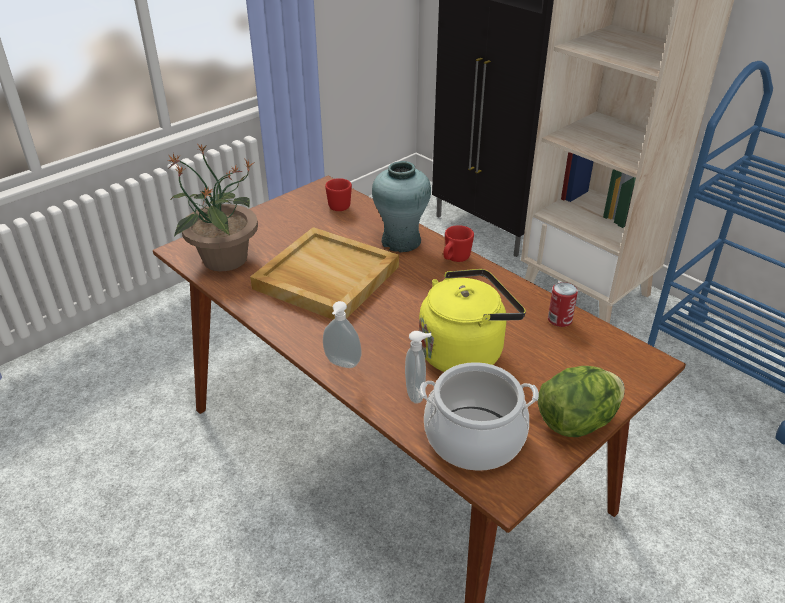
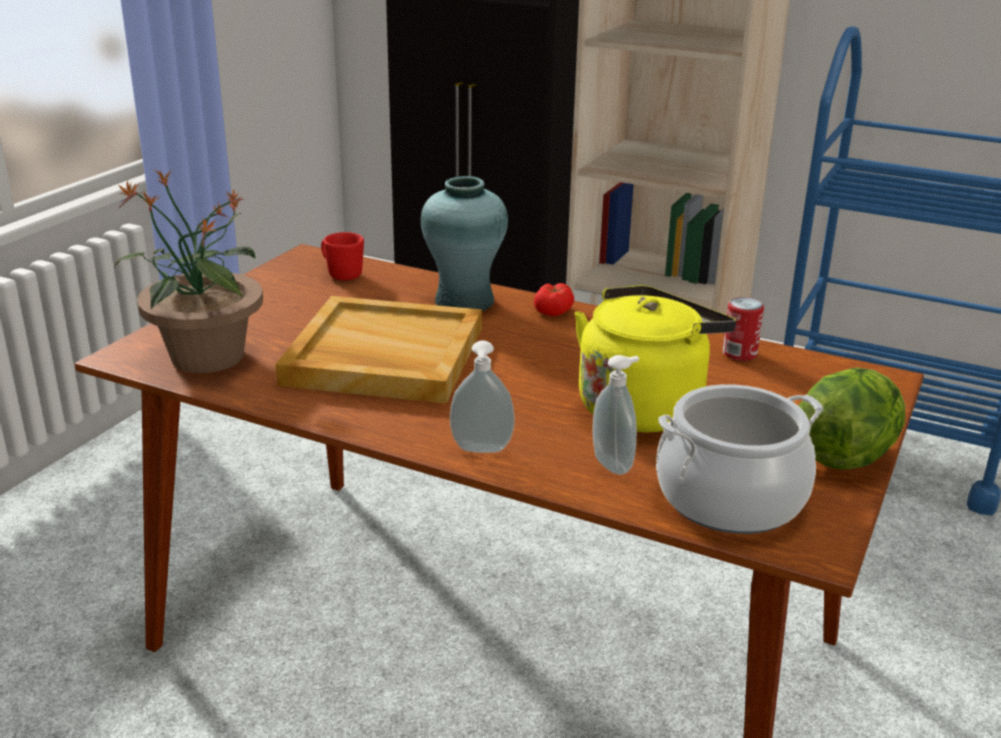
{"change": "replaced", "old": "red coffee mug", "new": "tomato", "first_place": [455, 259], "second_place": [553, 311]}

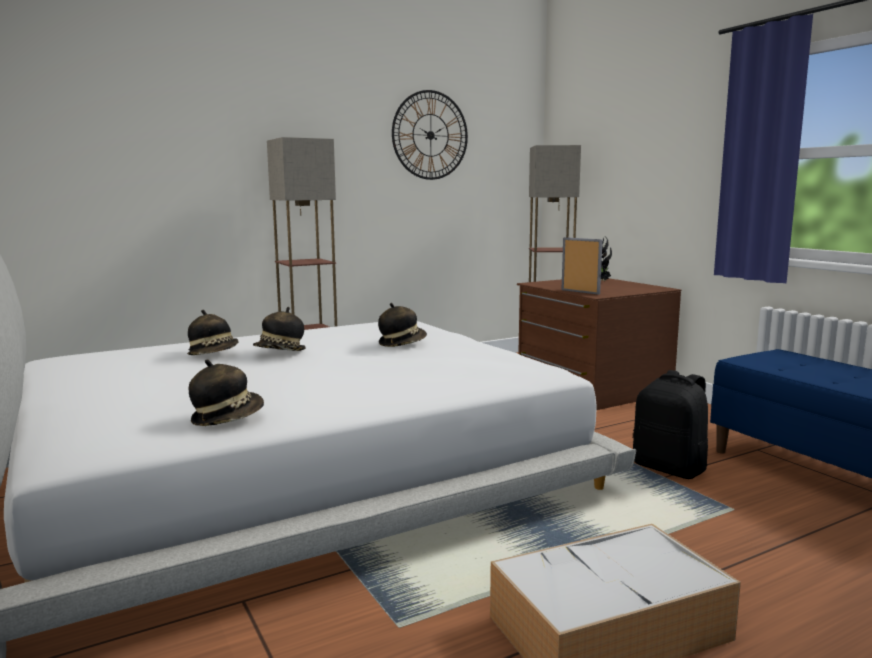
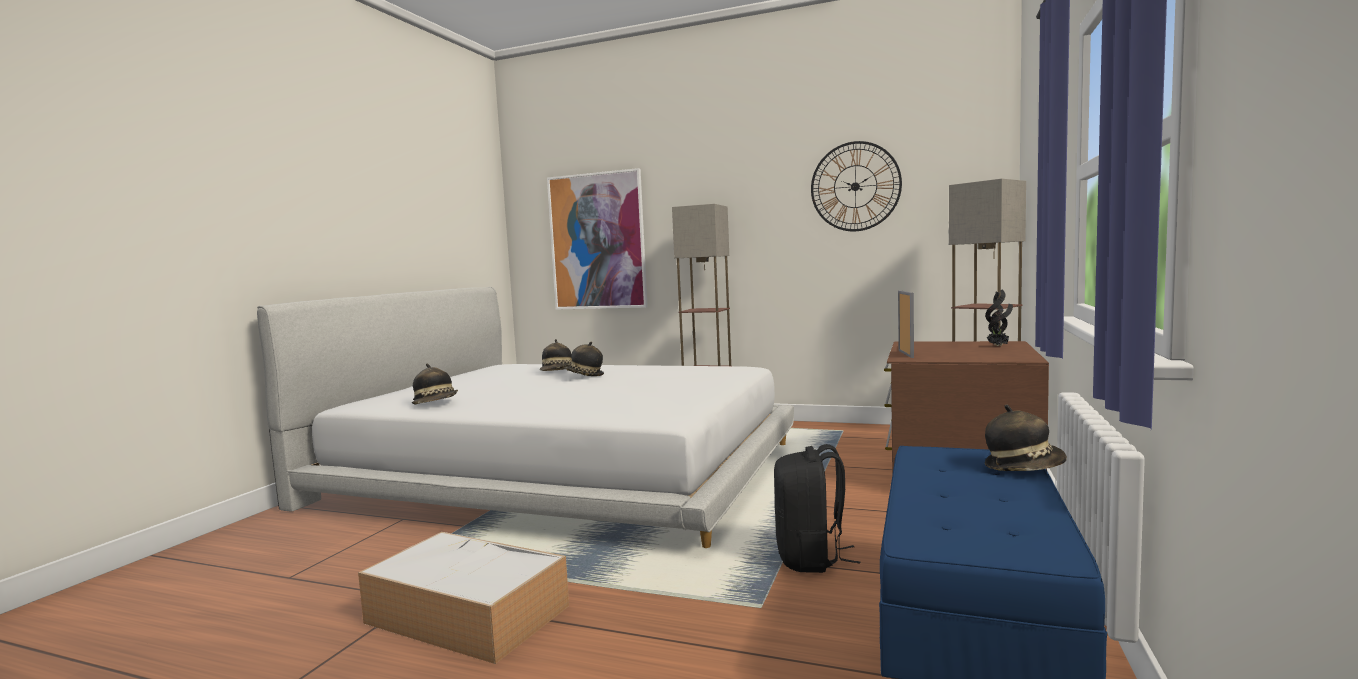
{"change": "added", "new": "wall picture", "second_place": [597, 241]}
{"change": "moved", "old": "wearable hat", "first_place": [402, 343], "second_place": [1023, 468]}

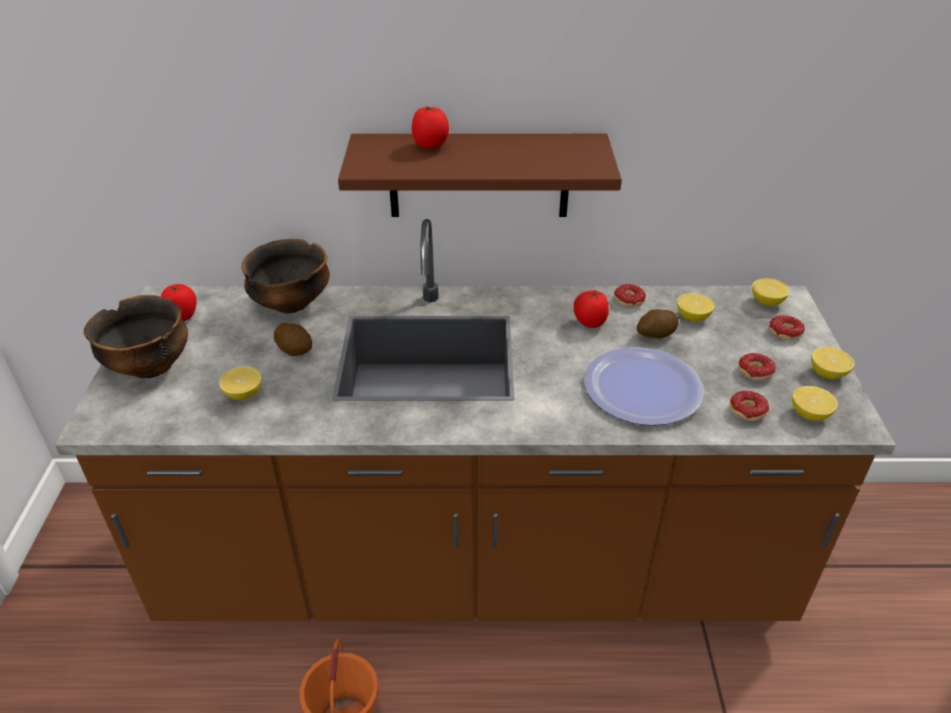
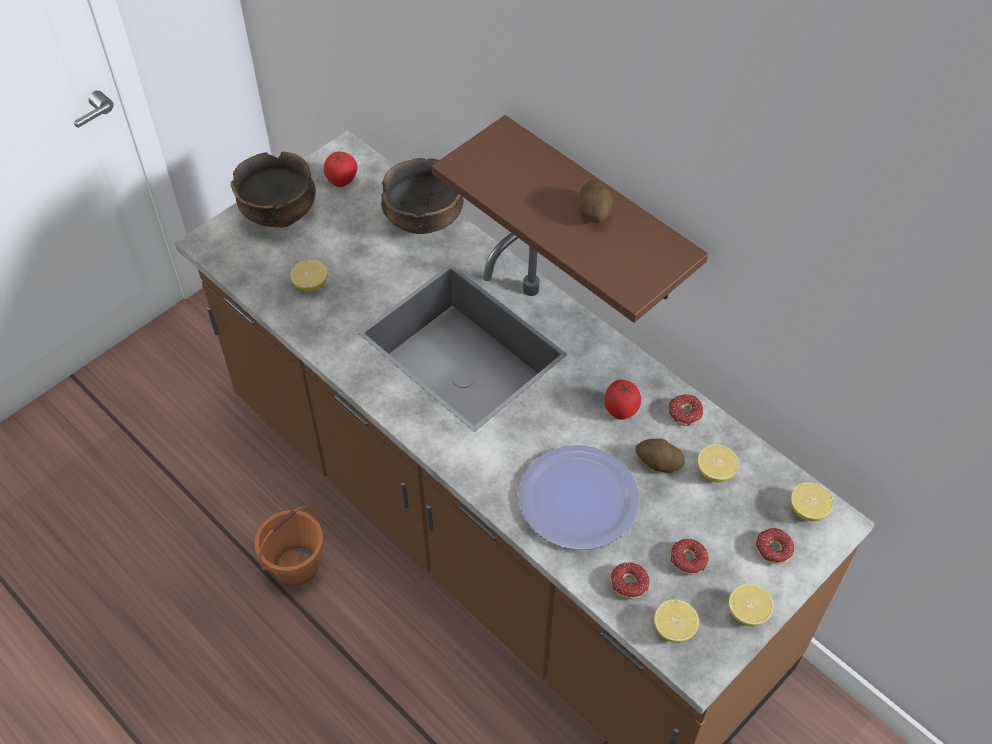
{"change": "moved", "old": "whole potato", "first_place": [295, 350], "second_place": [595, 212]}
{"change": "removed", "old": "tomato", "first_place": [431, 146]}

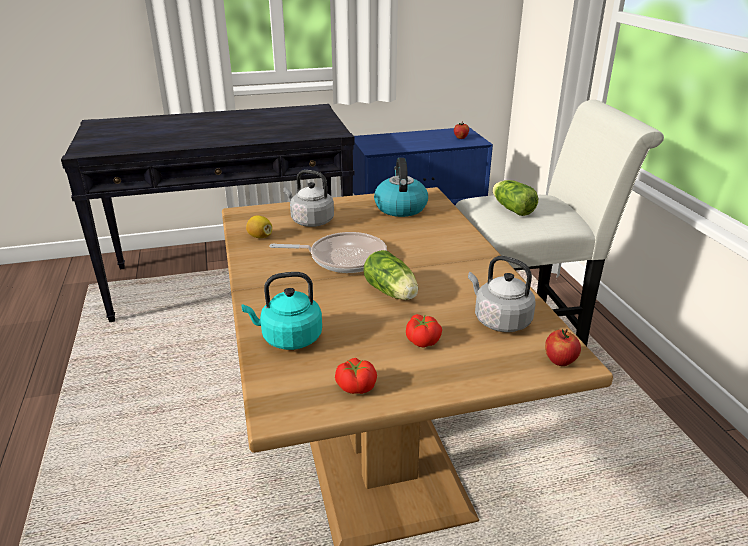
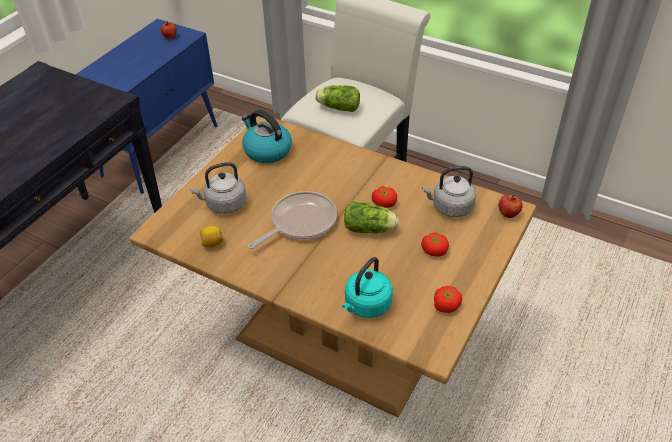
{"change": "added", "new": "tomato", "second_place": [384, 203]}

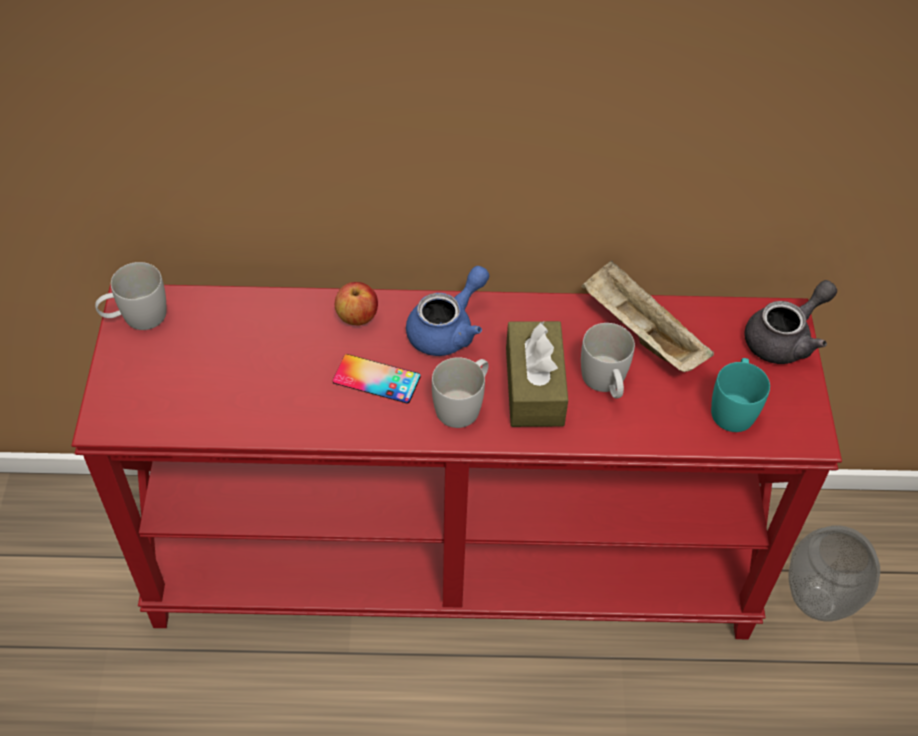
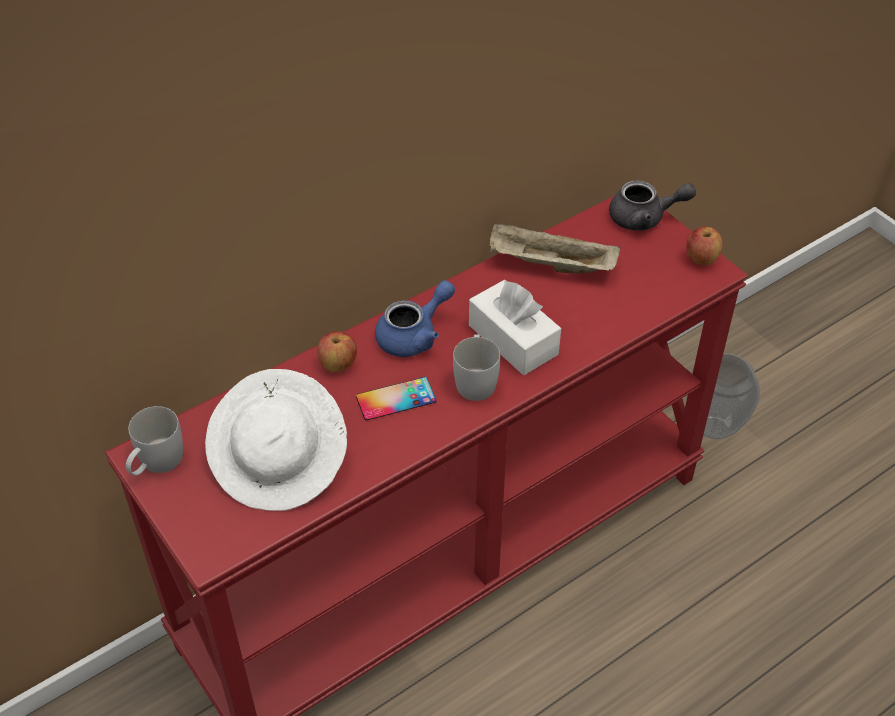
{"change": "added", "new": "whitish wearable hat", "second_place": [280, 461]}
{"change": "turned", "old": "blue-coloured teapot", "first_place": [448, 329], "second_place": [414, 335], "degrees": 45}
{"change": "recoloured", "old": "brownish tissue box", "new": "whitish tissue box", "first_place": [534, 386], "second_place": [513, 340]}
{"change": "turned", "old": "gray teapot", "first_place": [785, 338], "second_place": [644, 218], "degrees": 75}
{"change": "added", "new": "whole apple", "second_place": [701, 259]}
{"change": "removed", "old": "whitish coffee mug", "first_place": [605, 383]}
{"change": "removed", "old": "blue-green coffee mug", "first_place": [733, 407]}

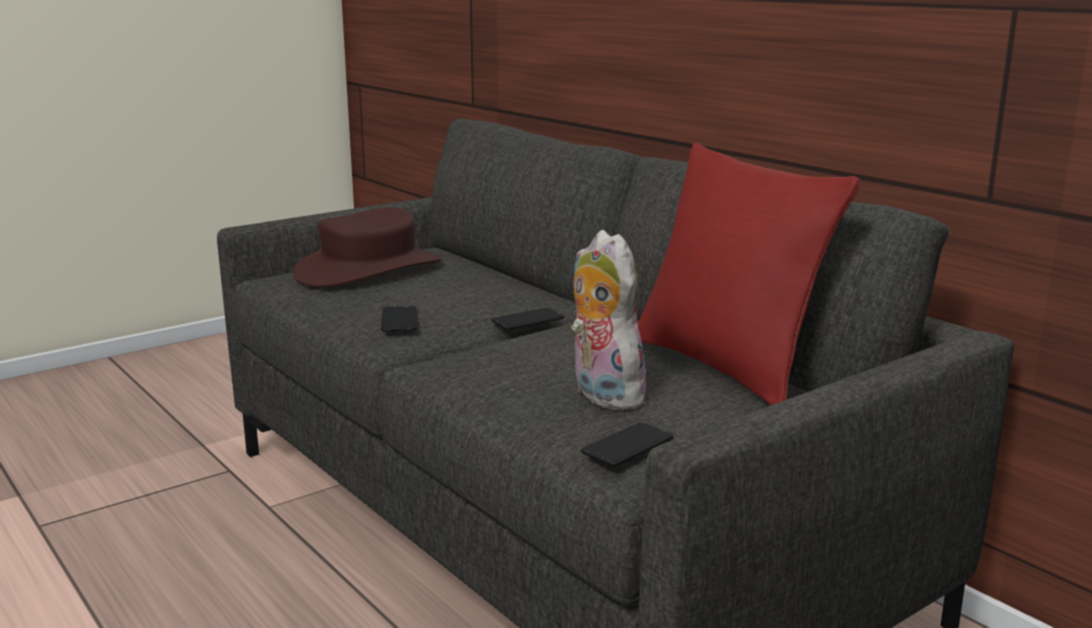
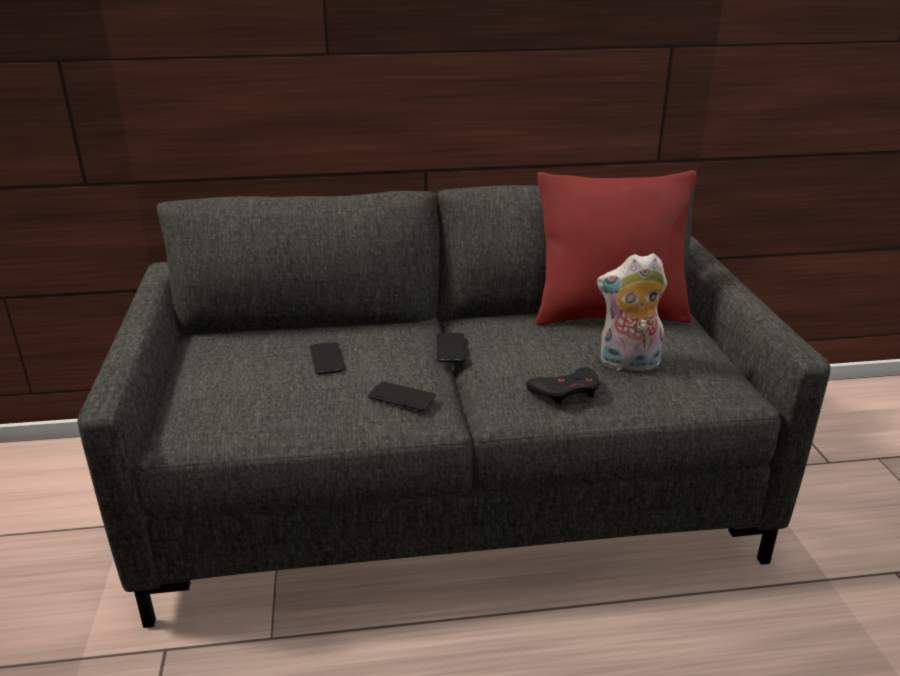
{"change": "moved", "old": "handset", "first_place": [627, 446], "second_place": [327, 359]}
{"change": "added", "new": "black-coloured game controller", "second_place": [566, 391]}
{"change": "removed", "old": "brownish wearable hat", "first_place": [369, 269]}

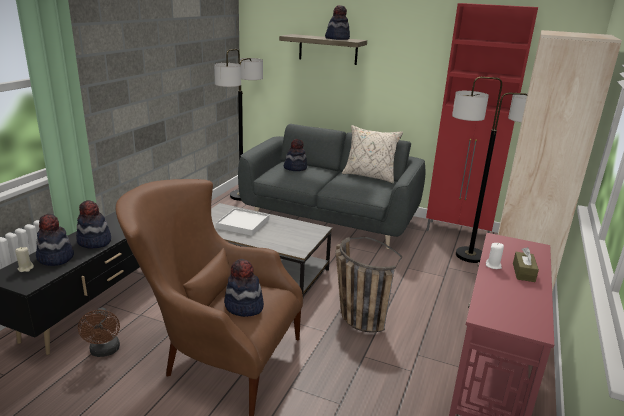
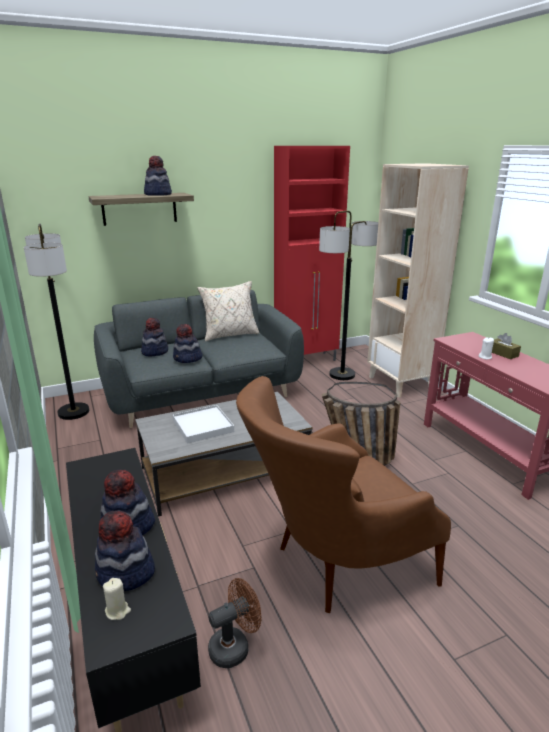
{"change": "moved", "old": "wearable hat", "first_place": [243, 306], "second_place": [187, 358]}
{"change": "turned", "old": "brownish cooling fan", "first_place": [104, 351], "second_place": [234, 646], "degrees": -60}

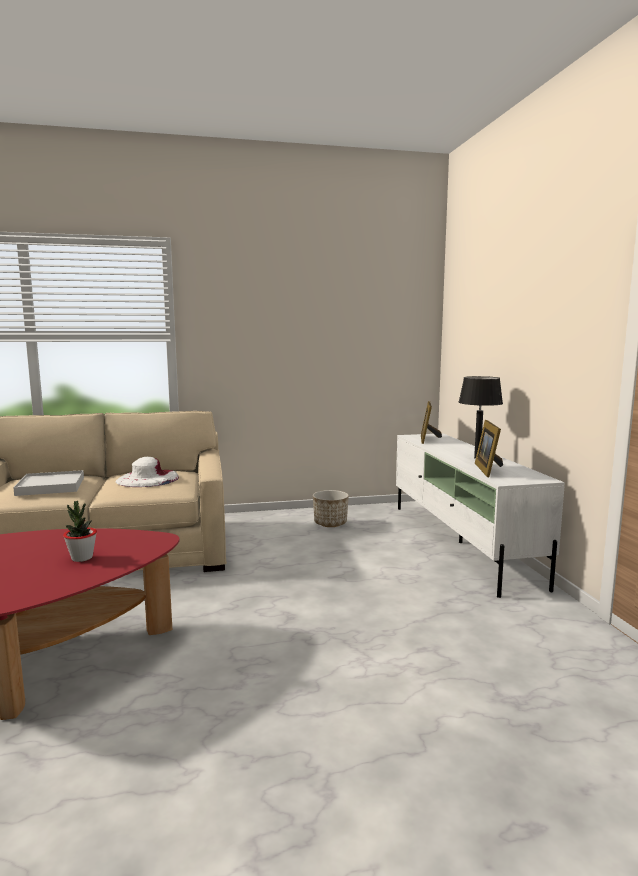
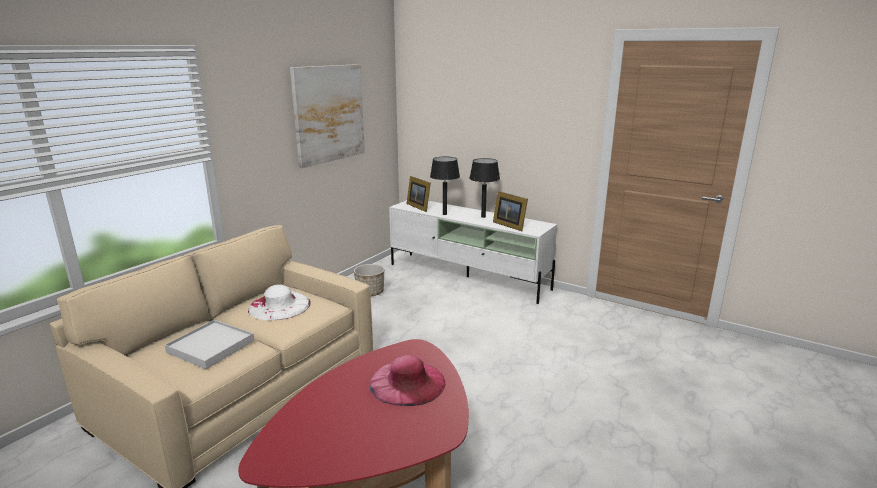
{"change": "added", "new": "wall picture", "second_place": [329, 114]}
{"change": "replaced", "old": "houseplant", "new": "pink-coloured wearable hat", "first_place": [82, 558], "second_place": [407, 382]}
{"change": "added", "new": "black-coloured lamp for a table", "second_place": [444, 214]}

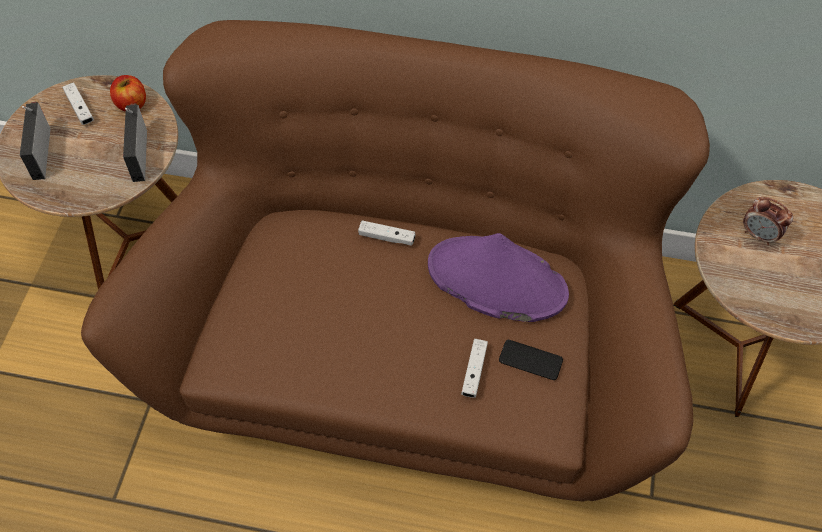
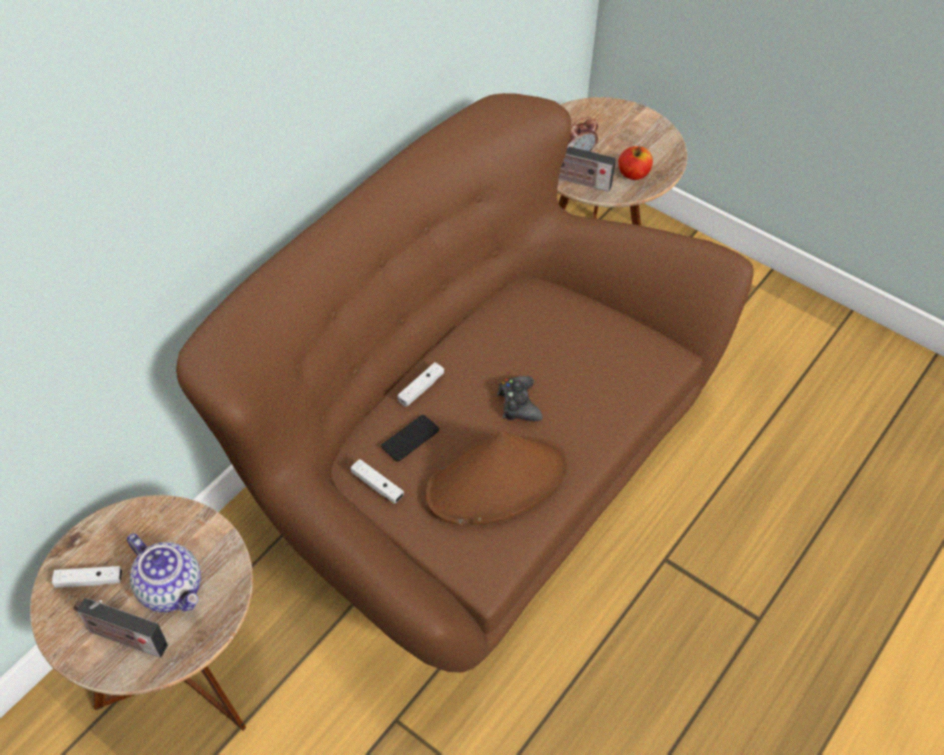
{"change": "added", "new": "teapot", "second_place": [172, 588]}
{"change": "moved", "old": "whitish game controller", "first_place": [474, 371], "second_place": [377, 485]}
{"change": "moved", "old": "handset", "first_place": [530, 360], "second_place": [410, 438]}
{"change": "added", "new": "brownish wearable hat", "second_place": [497, 481]}
{"change": "added", "new": "black-coloured game controller", "second_place": [518, 404]}
{"change": "moved", "old": "radio receiver", "first_place": [139, 153], "second_place": [578, 181]}
{"change": "moved", "old": "whole apple", "first_place": [131, 104], "second_place": [633, 174]}
{"change": "removed", "old": "purple-coloured wearable hat", "first_place": [496, 280]}

